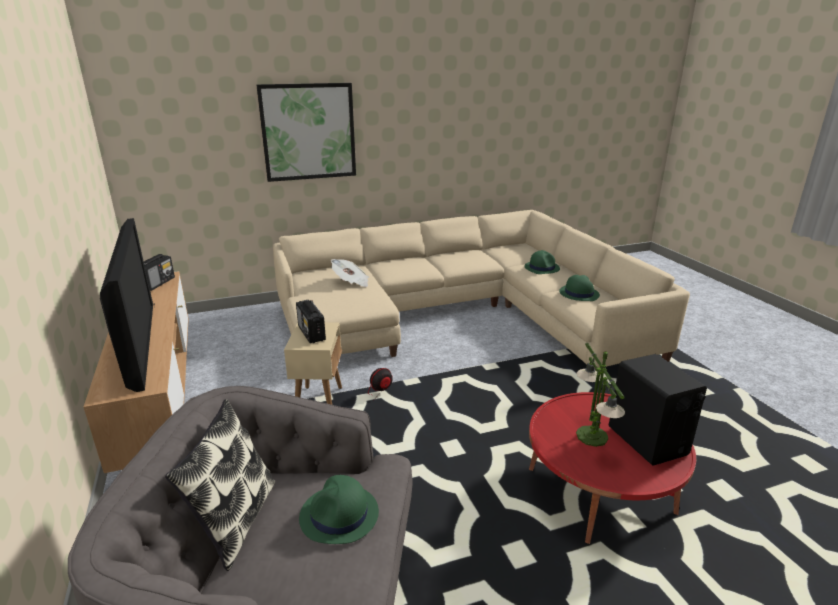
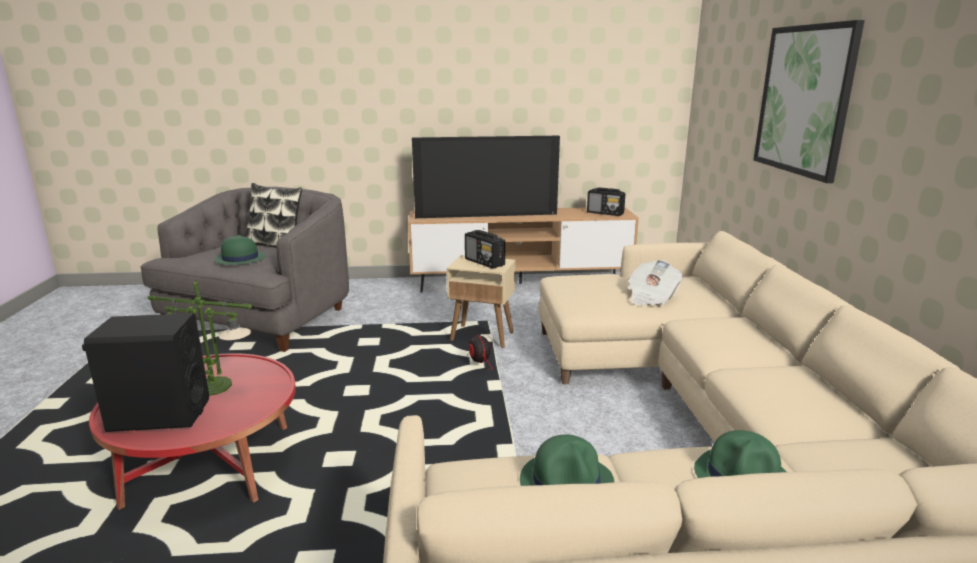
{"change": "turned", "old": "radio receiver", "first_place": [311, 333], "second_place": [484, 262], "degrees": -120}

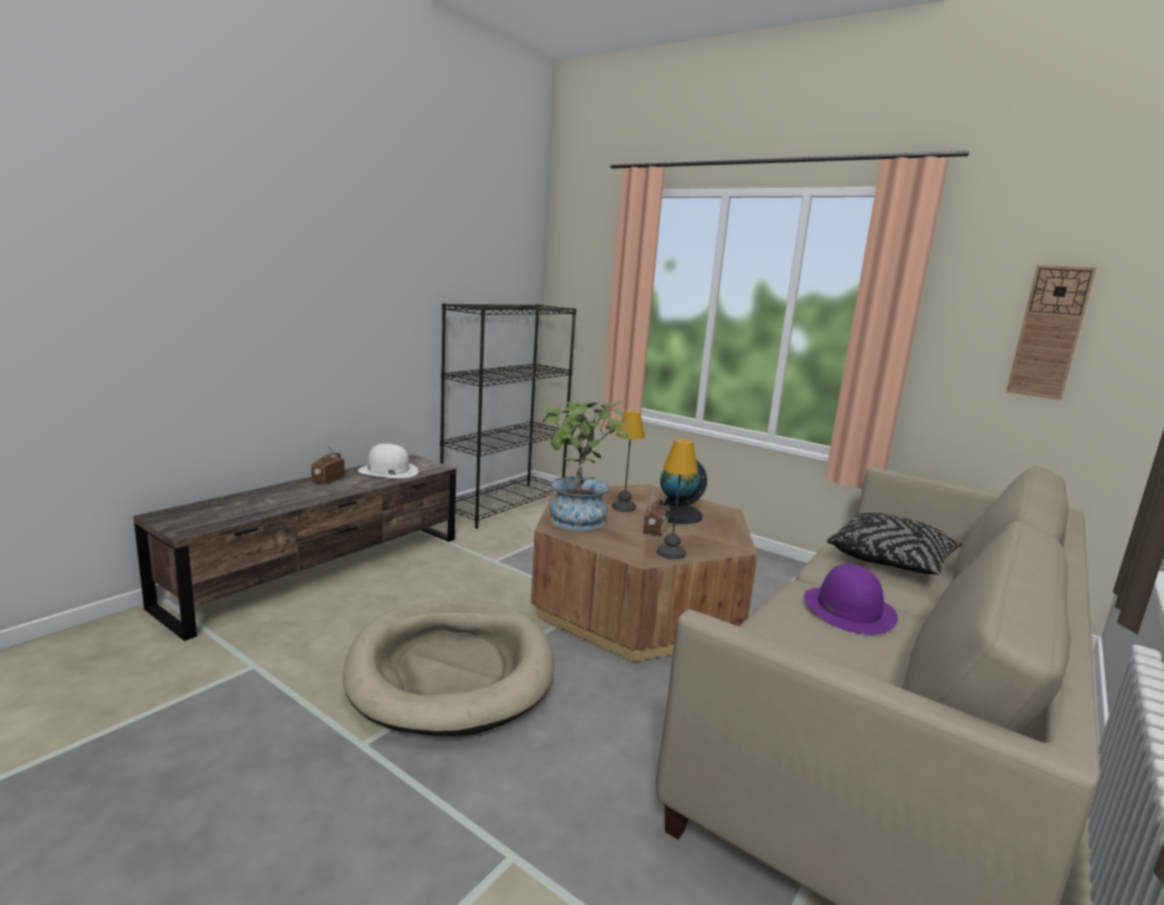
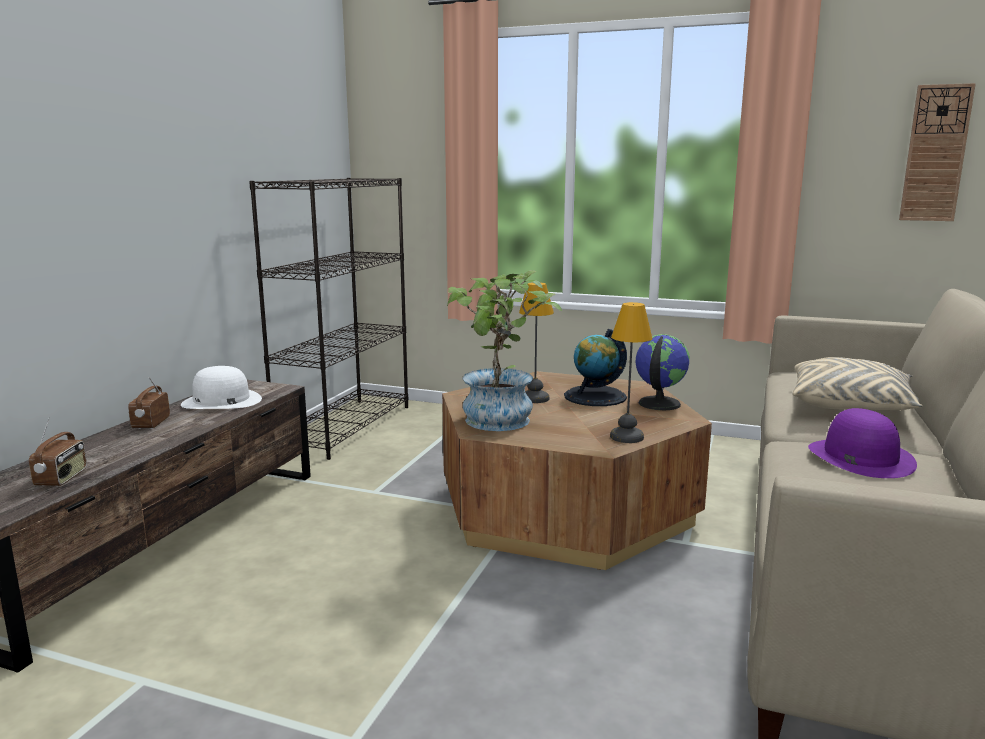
{"change": "moved", "old": "radio receiver", "first_place": [655, 530], "second_place": [62, 478]}
{"change": "added", "new": "desk globe", "second_place": [658, 403]}
{"change": "recoloured", "old": "black-coloured throw pillow", "new": "beige-coloured throw pillow", "first_place": [891, 561], "second_place": [850, 405]}
{"change": "removed", "old": "beige-coloured dog bed", "first_place": [451, 670]}

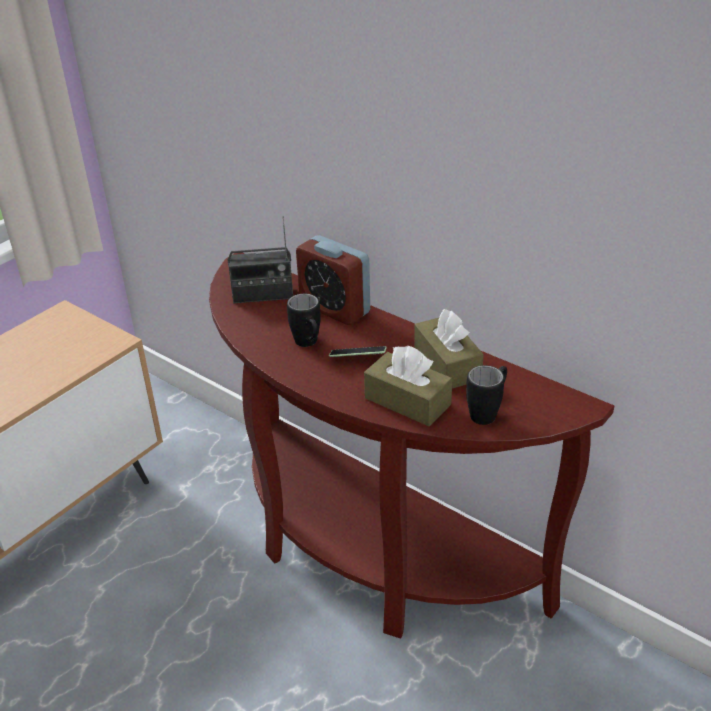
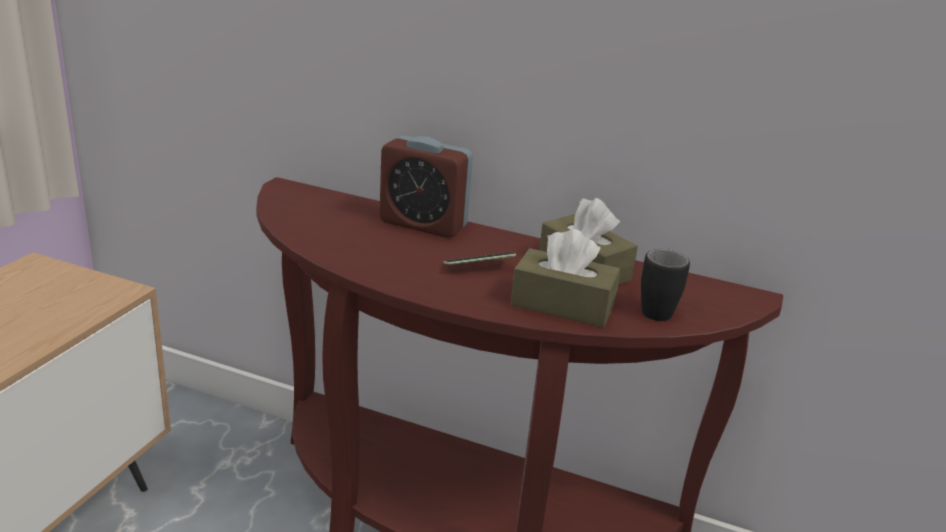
{"change": "removed", "old": "radio receiver", "first_place": [263, 295]}
{"change": "removed", "old": "black-coloured coffee mug", "first_place": [308, 344]}

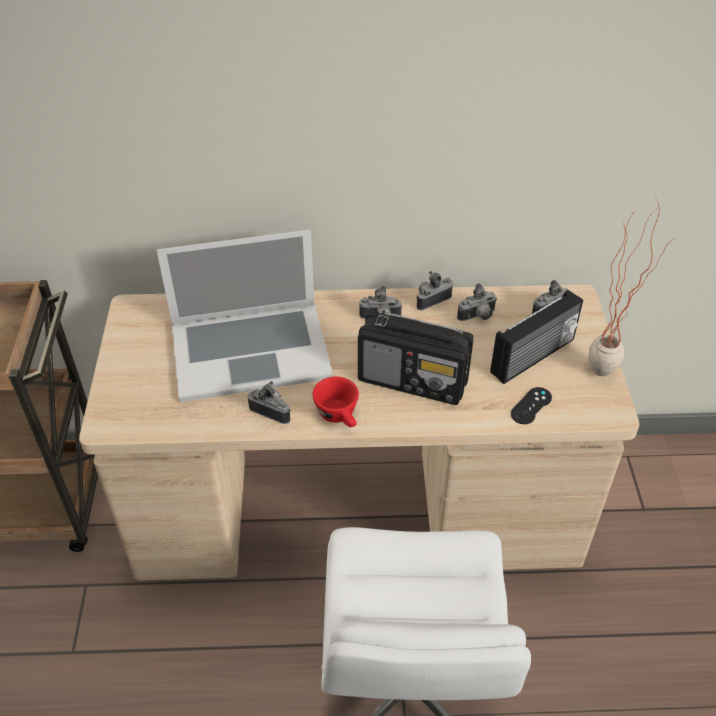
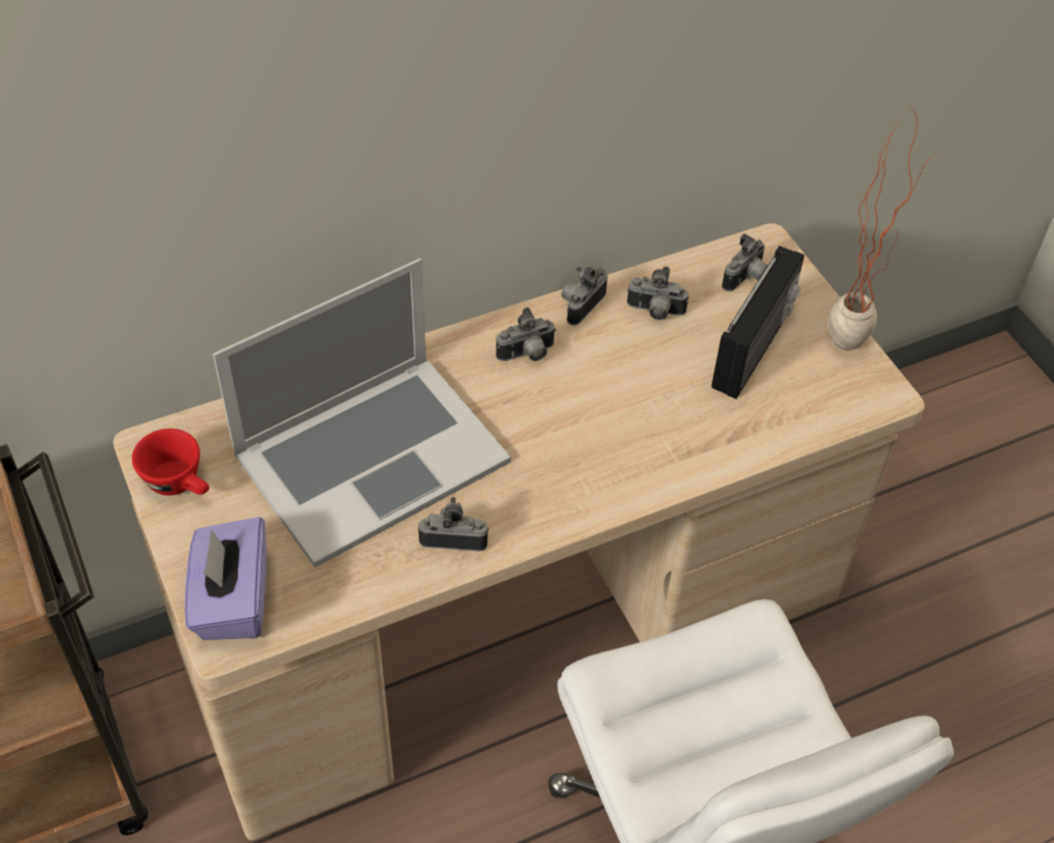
{"change": "moved", "old": "red drinking cup", "first_place": [340, 416], "second_place": [180, 483]}
{"change": "added", "new": "purple-coloured tissue box", "second_place": [232, 600]}
{"change": "turned", "old": "still camera", "first_place": [477, 317], "second_place": [655, 312], "degrees": 60}
{"change": "removed", "old": "radio receiver", "first_place": [413, 381]}
{"change": "removed", "old": "black-coloured game controller", "first_place": [531, 406]}

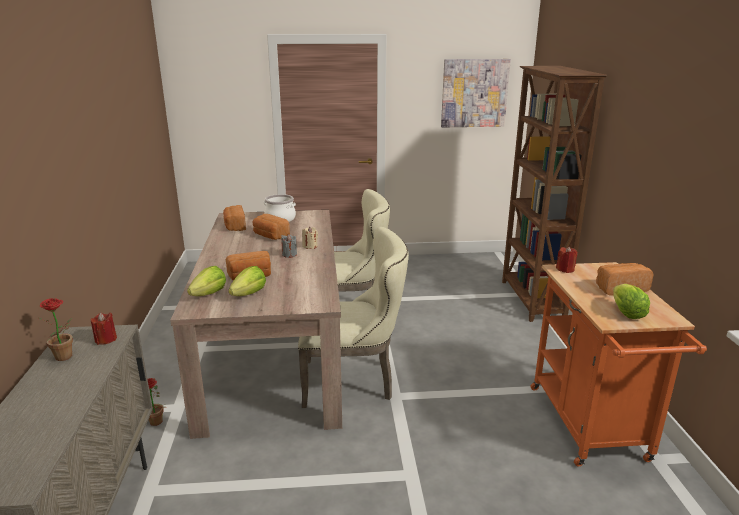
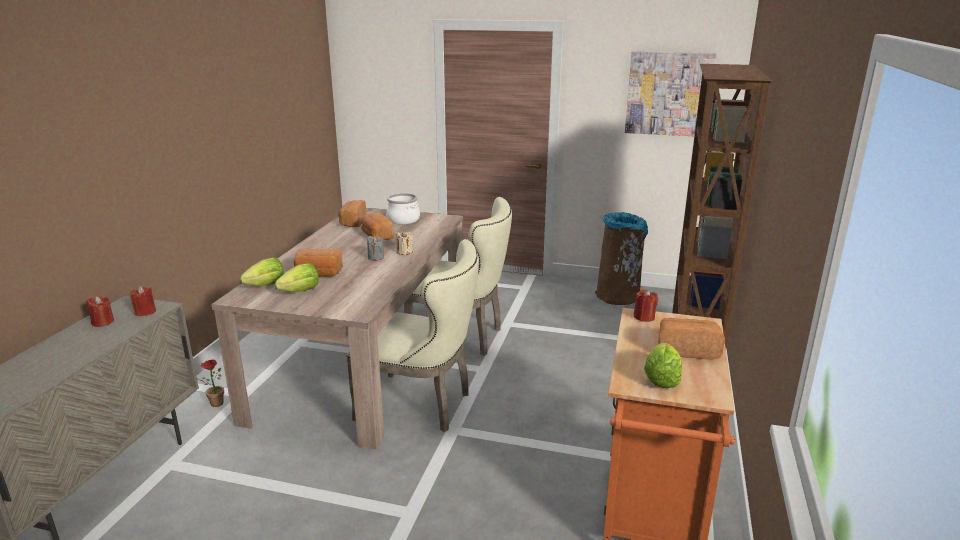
{"change": "replaced", "old": "houseplant", "new": "red wax light", "first_place": [66, 357], "second_place": [102, 322]}
{"change": "added", "new": "brownish rubbish bin", "second_place": [618, 297]}

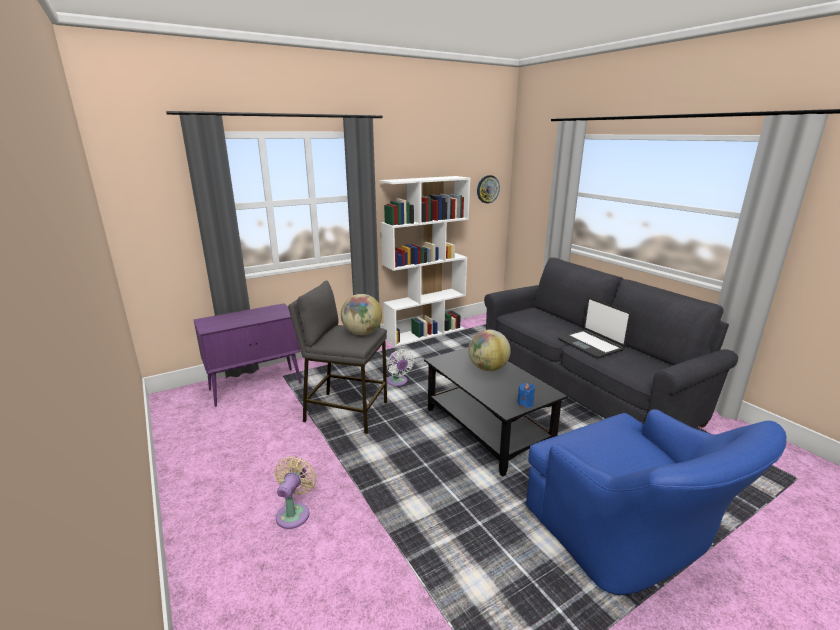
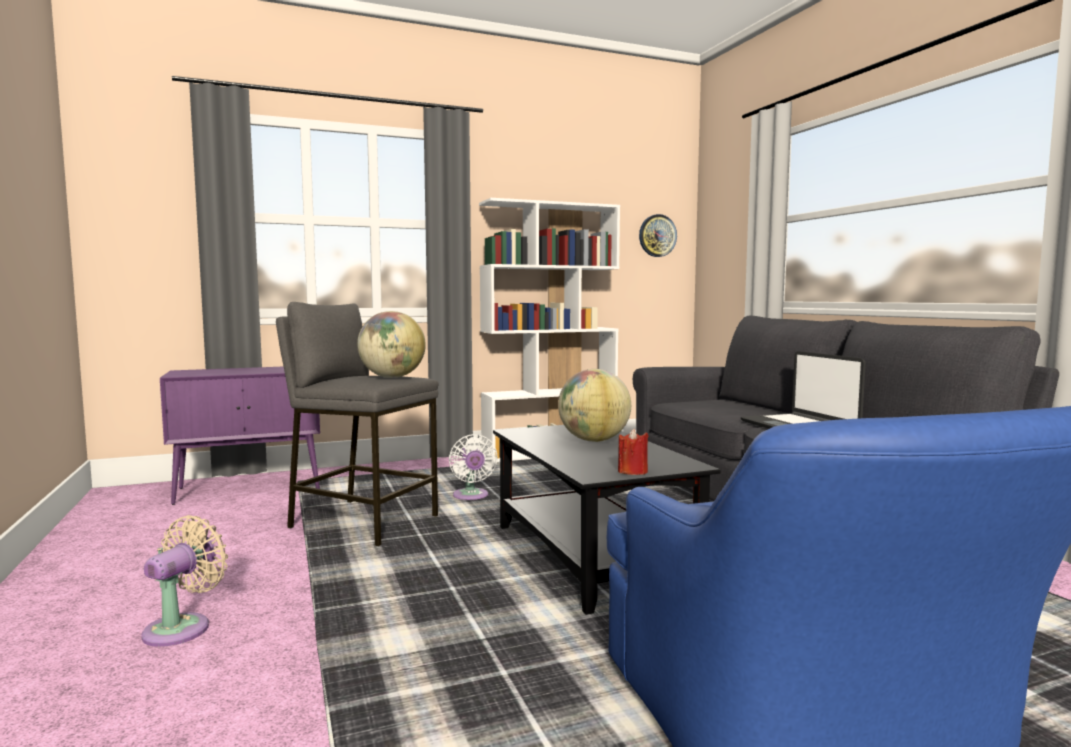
{"change": "recoloured", "old": "blue-coloured wax light", "new": "red wax light", "first_place": [525, 403], "second_place": [632, 471]}

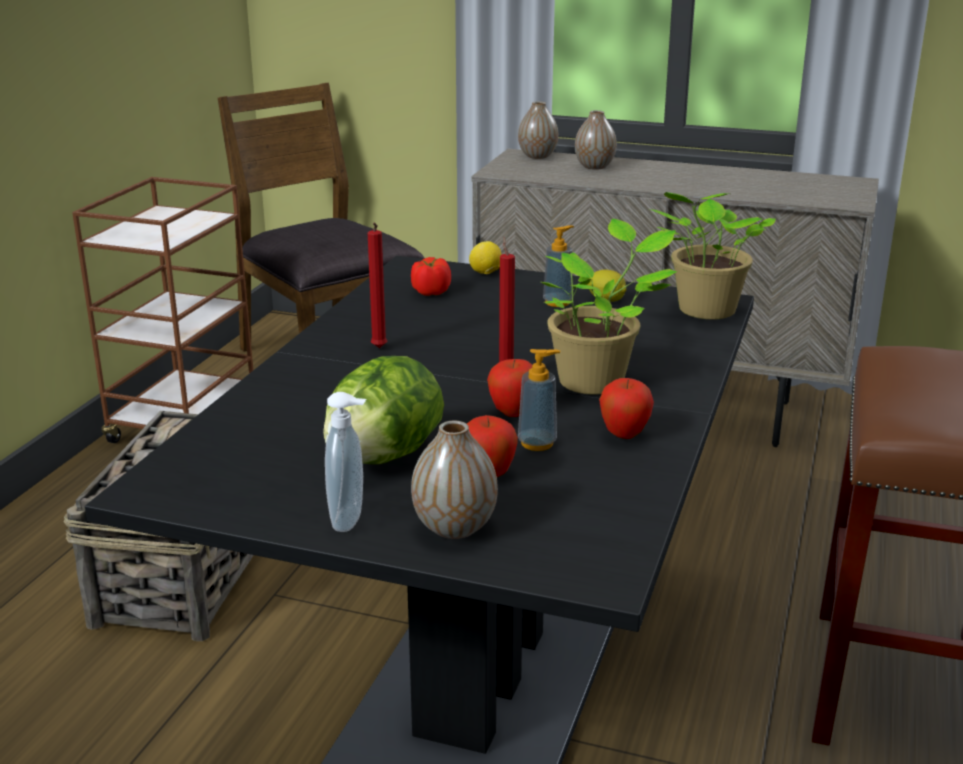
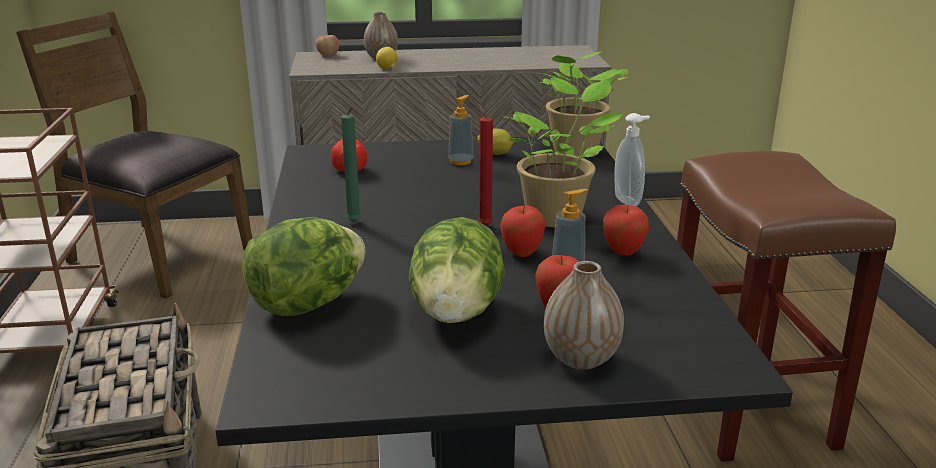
{"change": "added", "new": "head of lettuce", "second_place": [307, 304]}
{"change": "replaced", "old": "vase", "new": "whole apple", "first_place": [537, 156], "second_place": [328, 55]}
{"change": "recoloured", "old": "red wax light", "new": "greenish wax light", "first_place": [379, 349], "second_place": [355, 223]}
{"change": "moved", "old": "lemon", "first_place": [486, 273], "second_place": [387, 68]}
{"change": "moved", "old": "soap dispenser", "first_place": [350, 520], "second_place": [629, 201]}

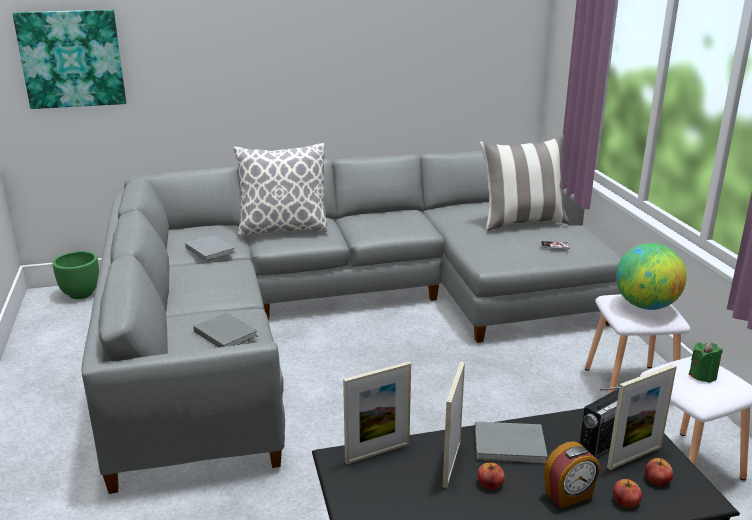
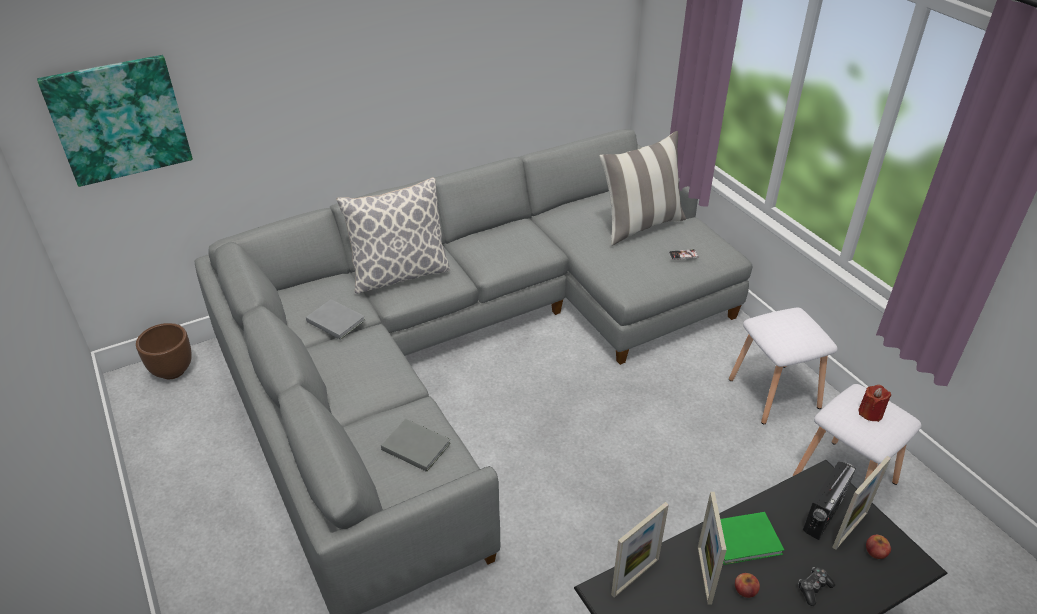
{"change": "recoloured", "old": "greenish plant pot", "new": "brownish plant pot", "first_place": [81, 294], "second_place": [173, 370]}
{"change": "recoloured", "old": "gray bound book", "new": "greenish bound book", "first_place": [511, 446], "second_place": [746, 540]}
{"change": "replaced", "old": "table clock", "new": "game controller", "first_place": [569, 496], "second_place": [813, 588]}
{"change": "recoloured", "old": "greenish wax light", "new": "red wax light", "first_place": [703, 375], "second_place": [870, 413]}
{"change": "removed", "old": "whole apple", "first_place": [625, 501]}
{"change": "removed", "old": "desk globe", "first_place": [646, 305]}

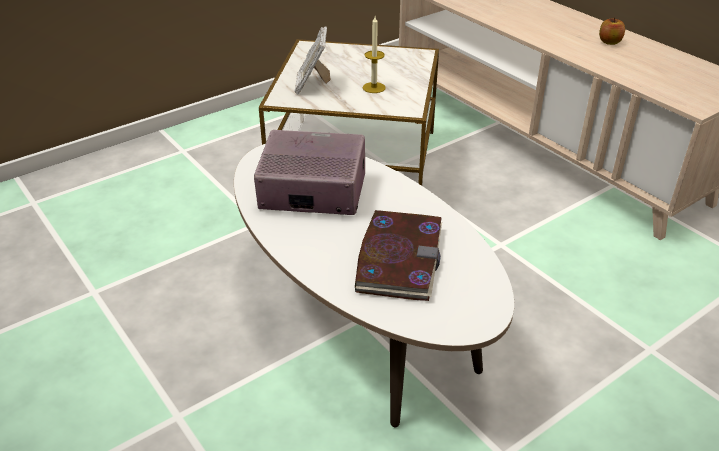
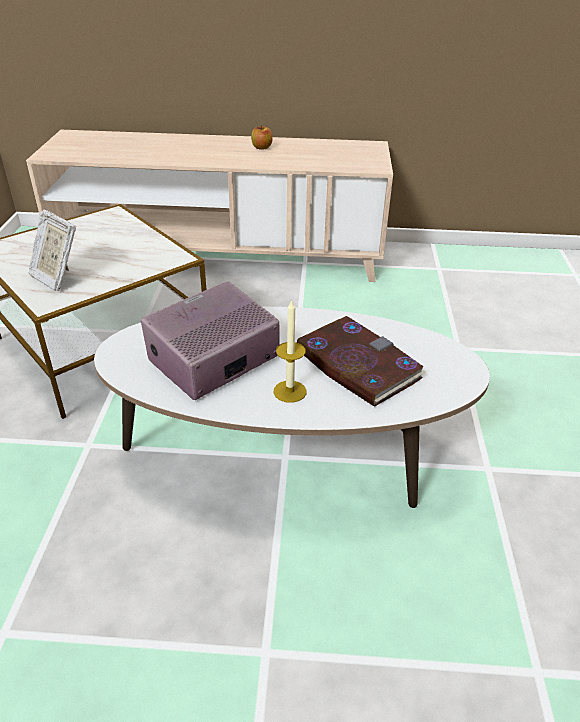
{"change": "moved", "old": "wax light", "first_place": [374, 87], "second_place": [290, 391]}

